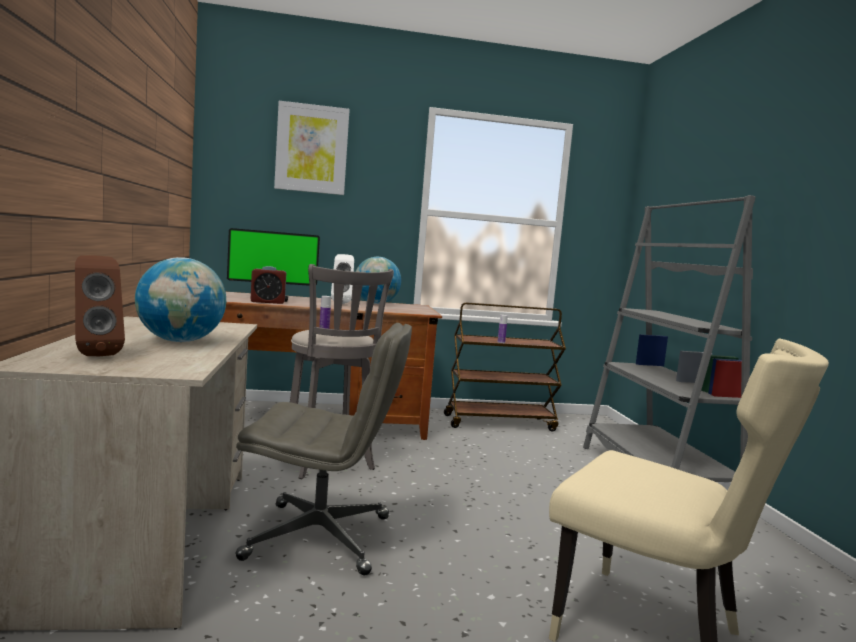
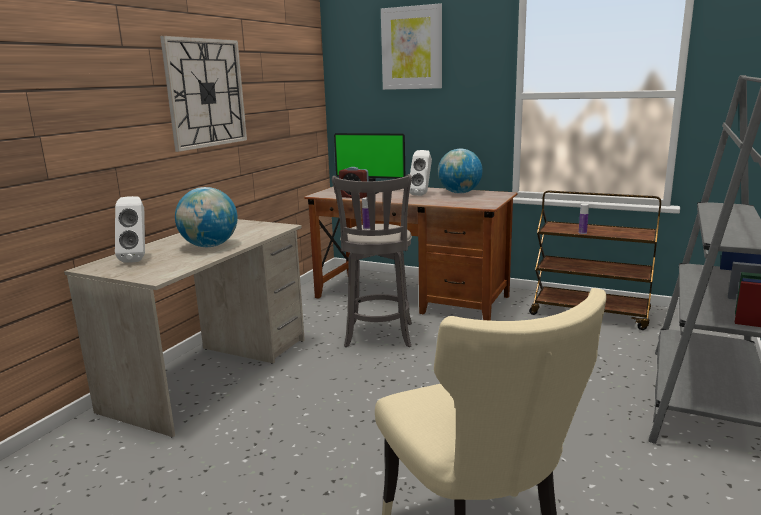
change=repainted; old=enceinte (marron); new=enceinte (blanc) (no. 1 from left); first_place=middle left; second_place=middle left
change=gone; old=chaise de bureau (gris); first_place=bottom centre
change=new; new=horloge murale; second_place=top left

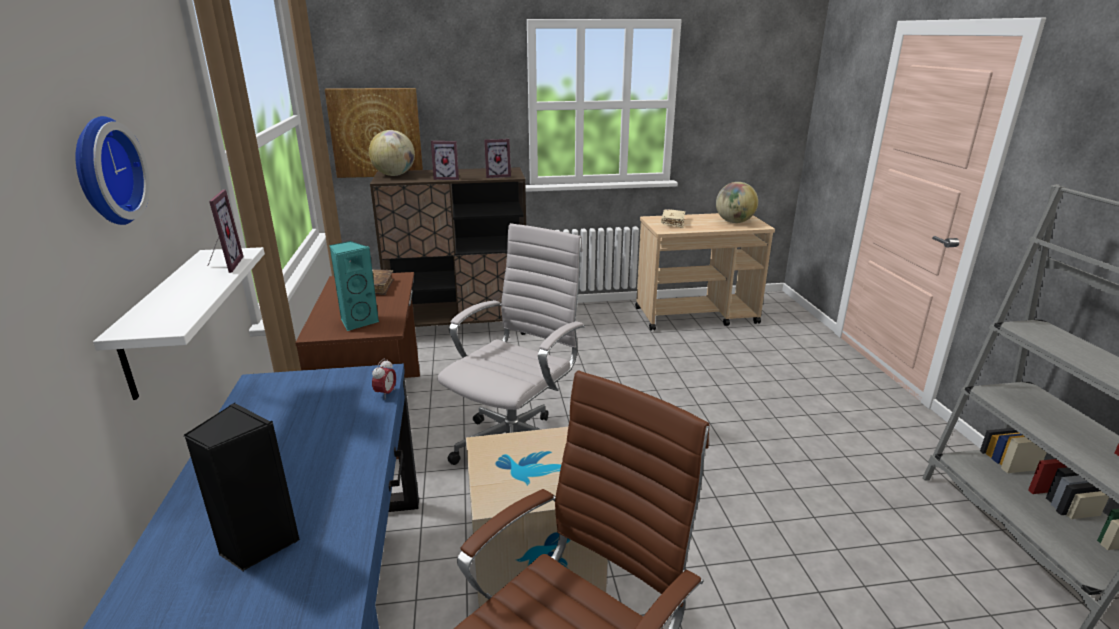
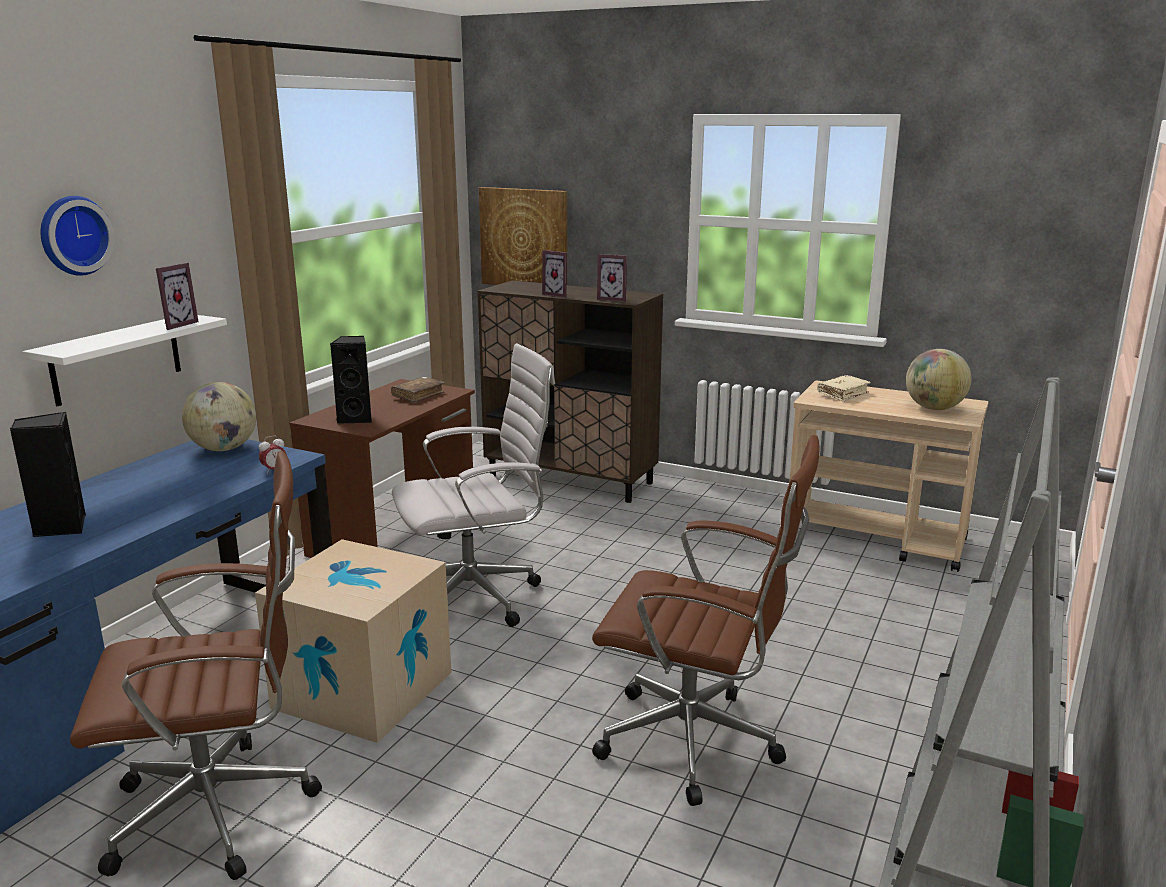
change=repainted; old=enceinte (turquoise); new=enceinte (noir) (no. 2 from left); first_place=middle left; second_place=middle left
change=shifted; old=globe (no. 1 from left); first_place=top centre; second_place=middle left
change=new; new=chaise de bureau (marron) (no. 2 from left); second_place=bottom centre

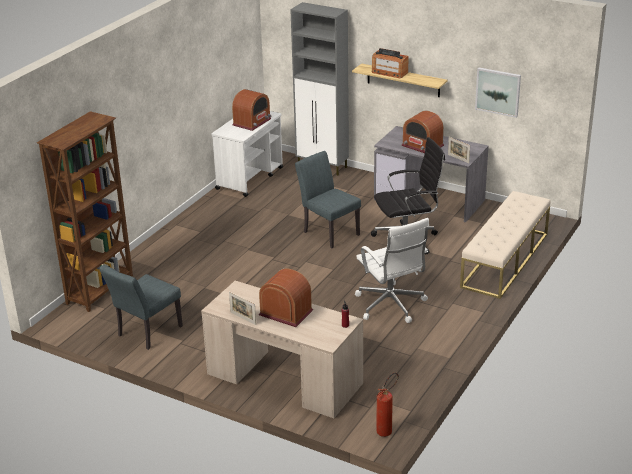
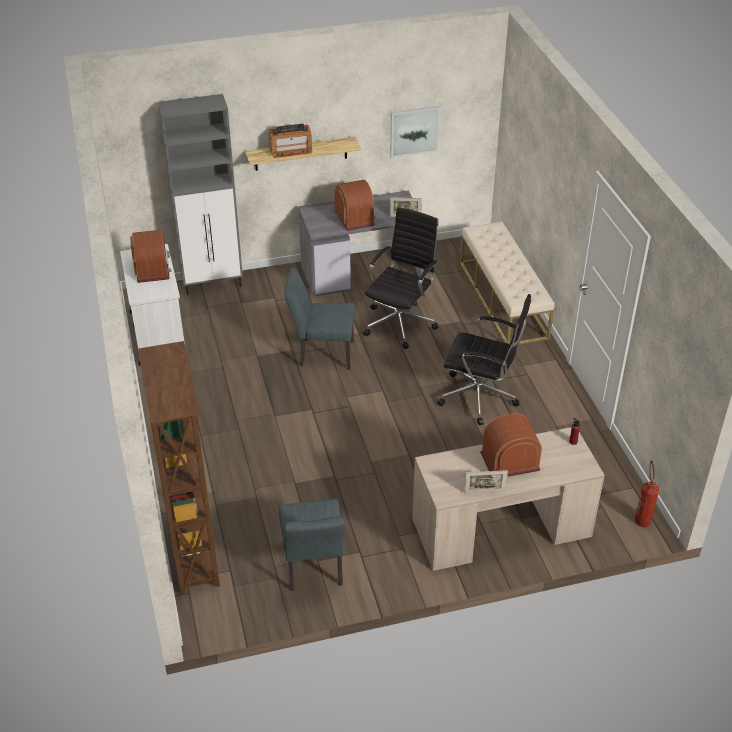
change=repainted; old=chaise de bureau (blanc); new=chaise de bureau (noir) (no. 2 from left); first_place=centre; second_place=centre
change=rotated; old=radio (no. 4 from left in the first image); first_place=top right; second_place=top centre; degrees=-105

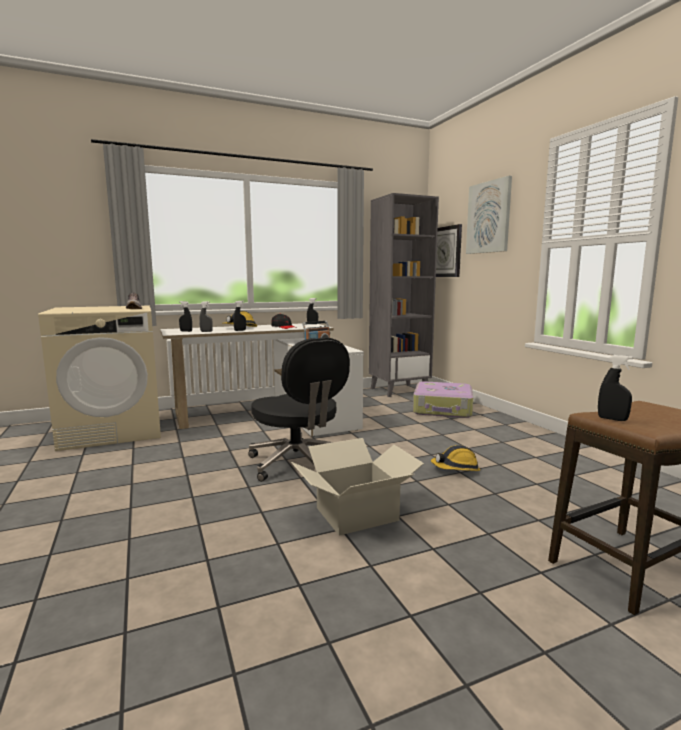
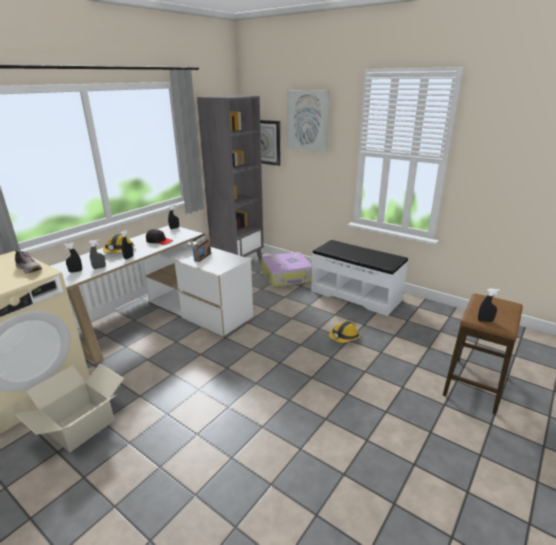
change=gone; old=chaise de bureau (noir); first_place=centre
change=shifted; old=carton; first_place=bottom centre; second_place=bottom left
change=new; new=banc (blanc); second_place=centre

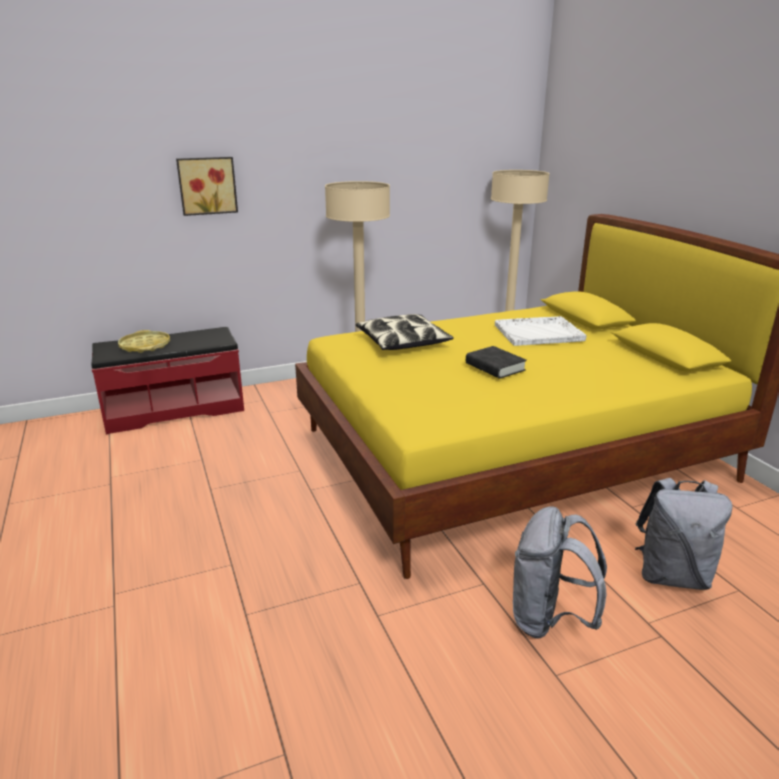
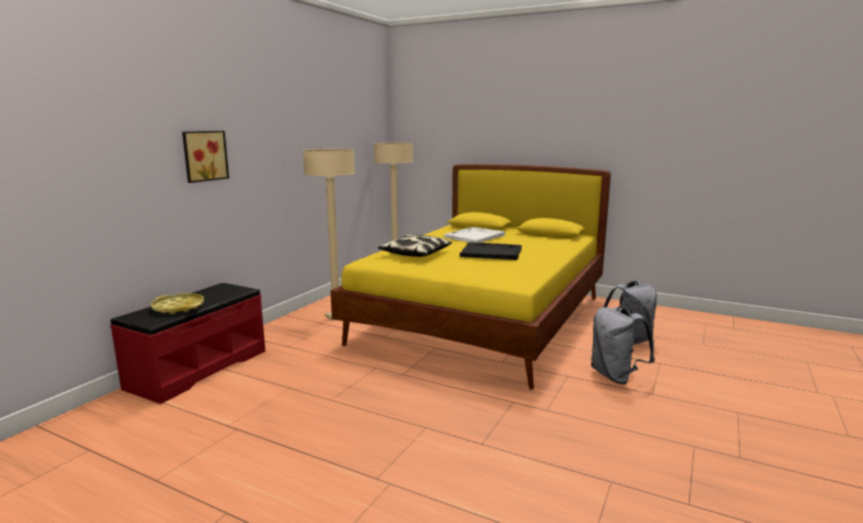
change=swapped; old=livre (noir); new=plateau (noir); first_place=centre; second_place=centre

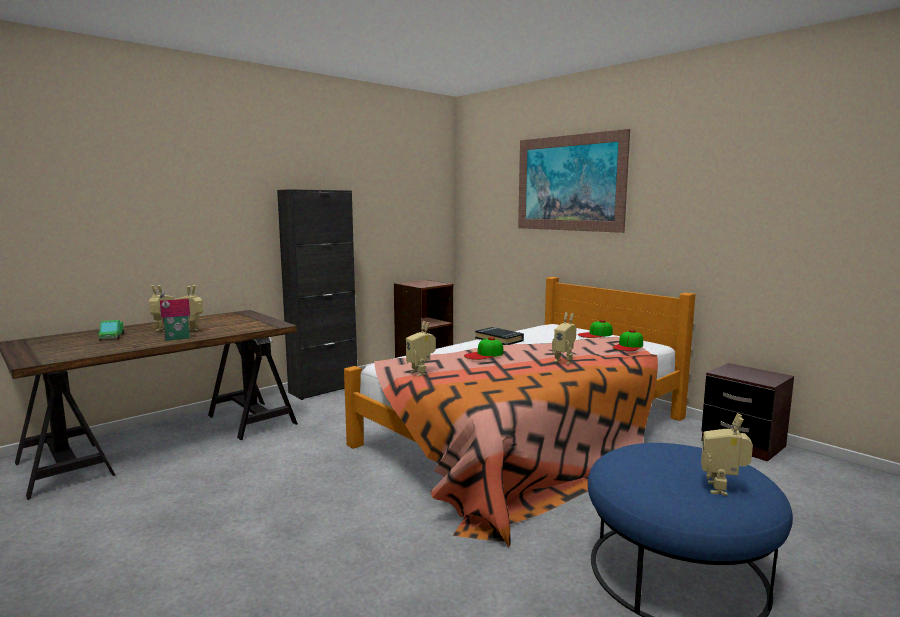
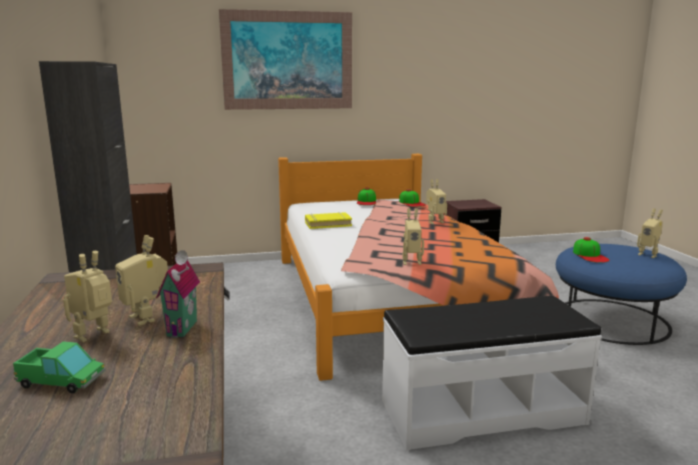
change=shifted; old=casquette (no. 1 from left in the first image); new=casquette (no. 3 from left); first_place=centre; second_place=middle right
change=repainted; old=livre (noir); new=livre (jaune); first_place=centre; second_place=centre
change=new; new=banc (blanc); second_place=bottom right

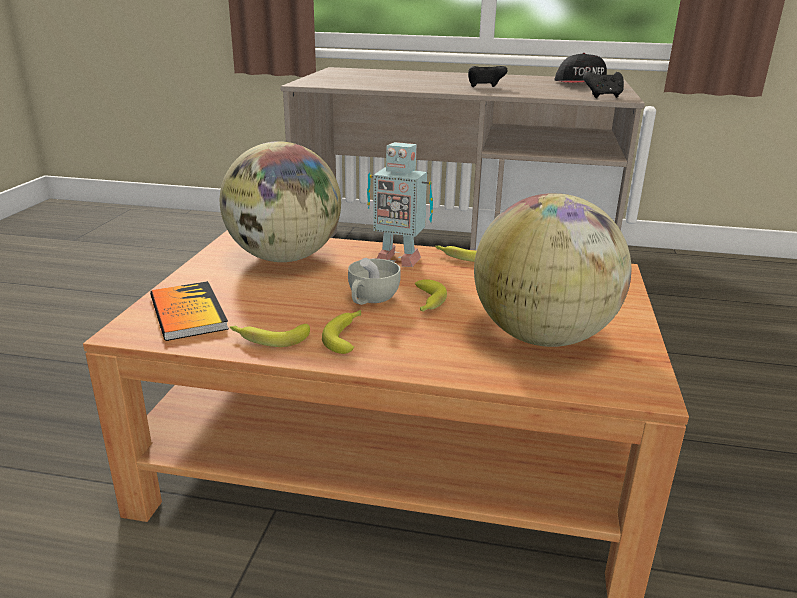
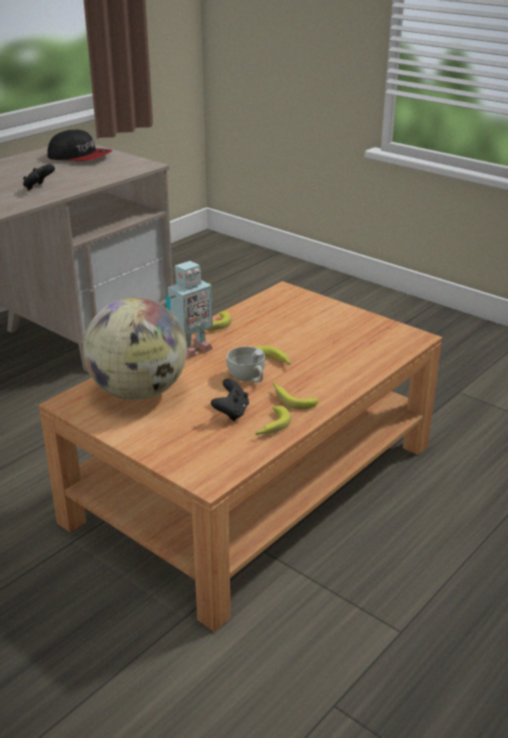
change=gone; old=livre; first_place=middle left
change=gone; old=globe (no. 2 from left); first_place=middle right
change=shifted; old=manette (noir) (no. 2 from left); first_place=top right; second_place=centre

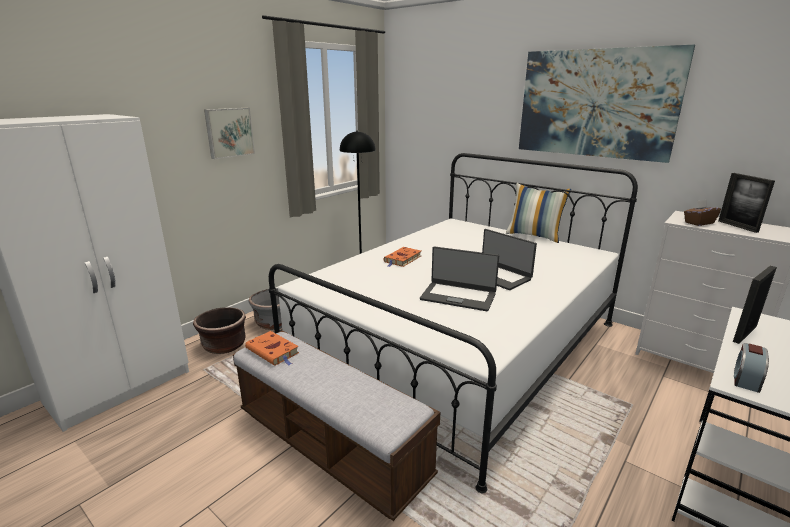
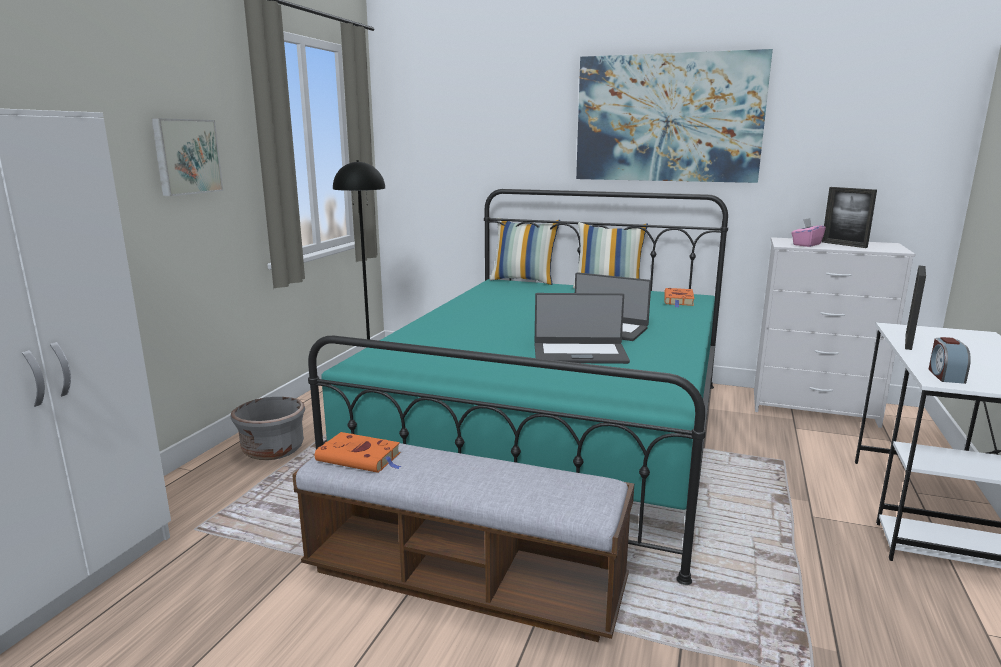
change=gone; old=cache-pot (marron); first_place=middle left
change=repainted; old=lit (blanc); new=lit (turquoise); first_place=centre; second_place=centre
change=shifted; old=livre (orange) (no. 2 from left); first_place=centre; second_place=middle right
change=repainted; old=boîte à mouchoirs (marron); new=boîte à mouchoirs (rose); first_place=middle right; second_place=middle right
change=new; new=coussin (no. 1 from left); second_place=centre

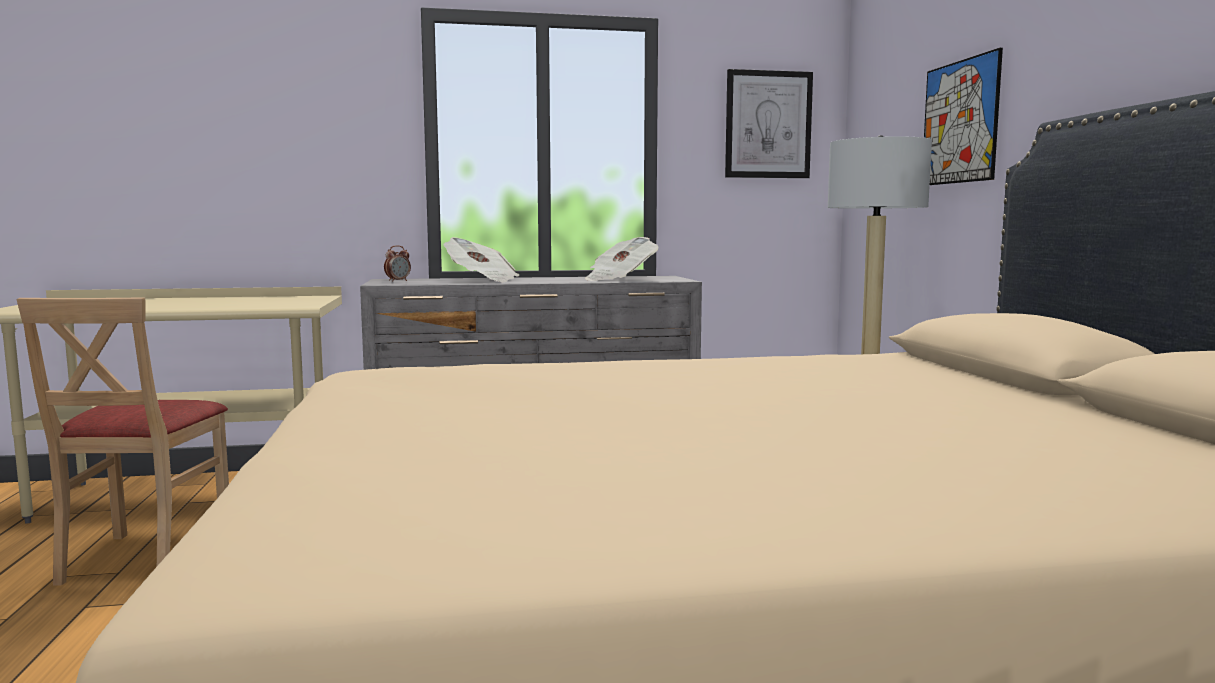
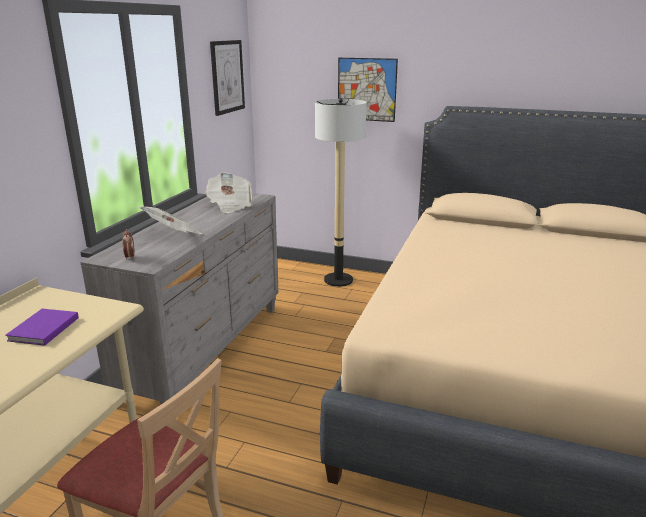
change=new; new=livre (violet); second_place=middle left

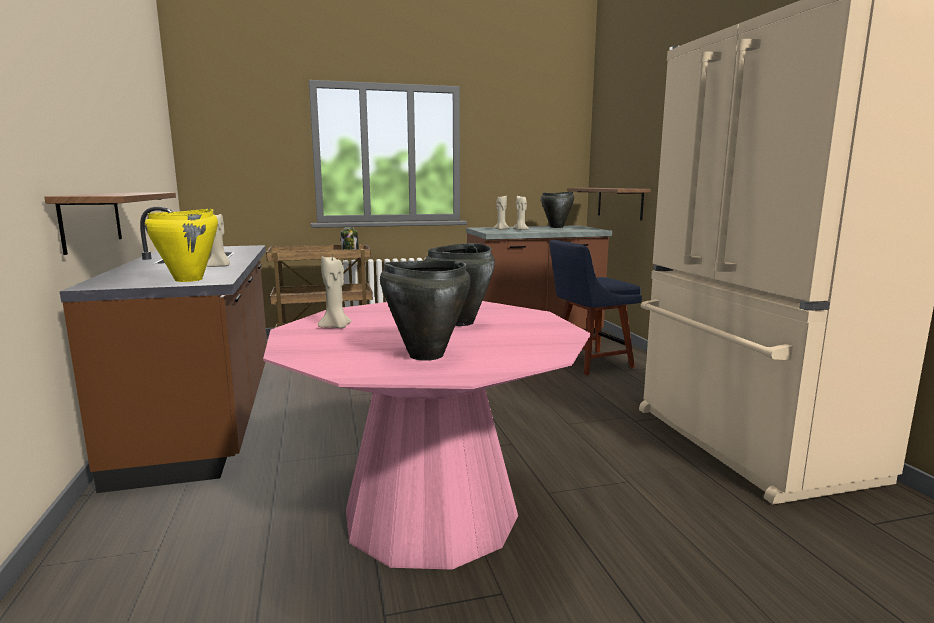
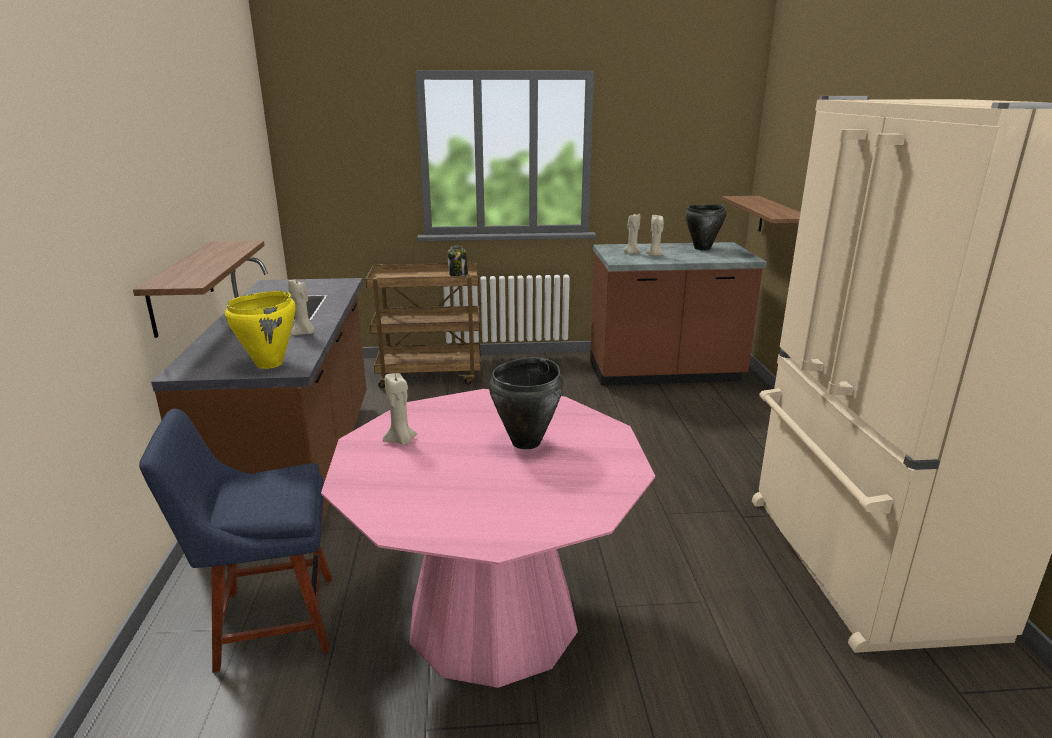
change=gone; old=marmite (noir) (no. 1 from left); first_place=centre
change=shifted; old=chaise (bleu); first_place=centre; second_place=bottom left

